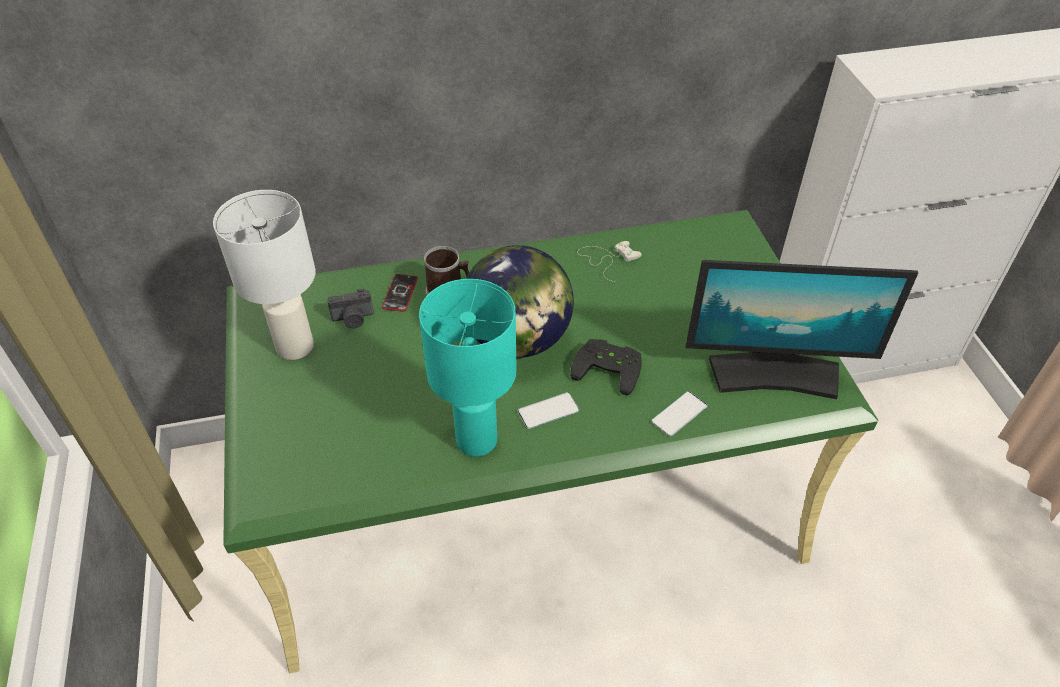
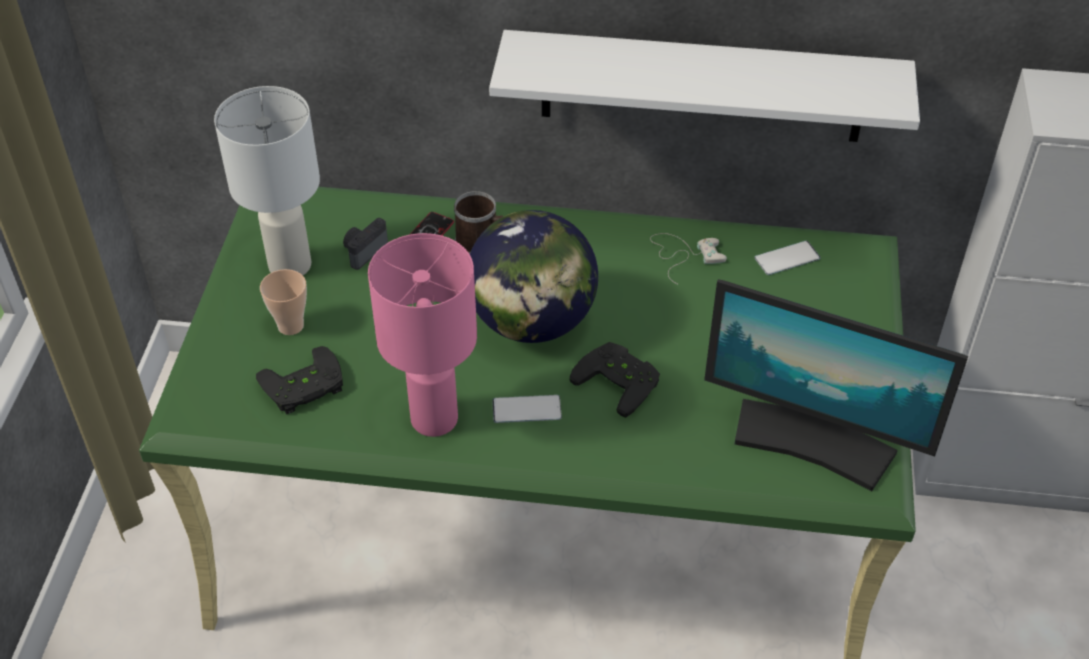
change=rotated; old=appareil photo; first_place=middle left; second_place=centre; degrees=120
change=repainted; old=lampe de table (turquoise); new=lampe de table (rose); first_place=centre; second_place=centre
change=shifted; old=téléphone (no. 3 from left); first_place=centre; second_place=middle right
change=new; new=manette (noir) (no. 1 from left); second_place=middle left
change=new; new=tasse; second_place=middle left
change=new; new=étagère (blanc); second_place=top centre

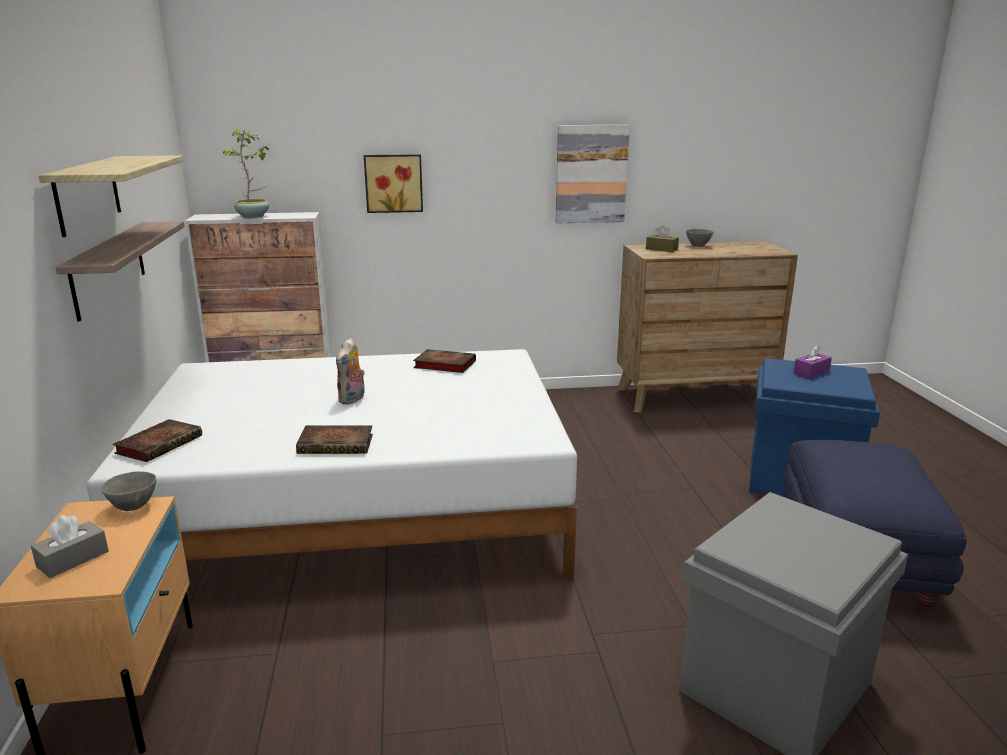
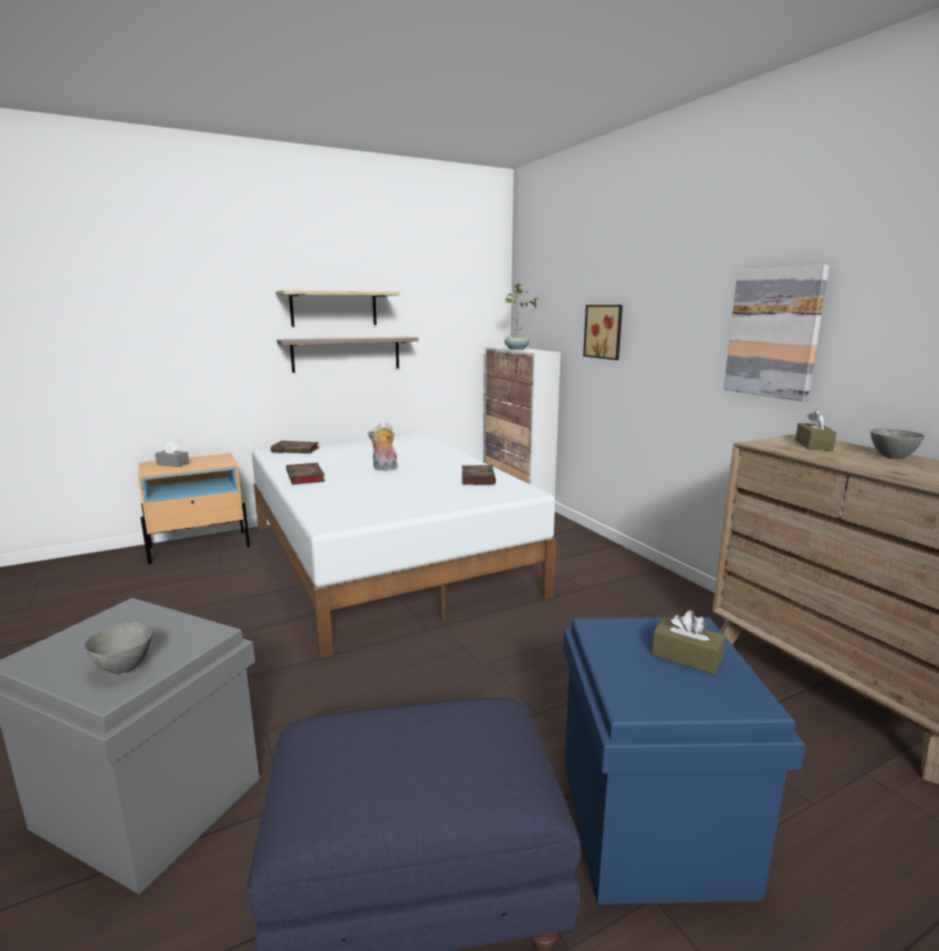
change=shifted; old=bol (gris) (no. 1 from left); first_place=middle left; second_place=bottom left
change=repainted; old=boîte à mouchoirs (violet); new=boîte à mouchoirs (marron) (no. 1 from left); first_place=middle right; second_place=bottom right

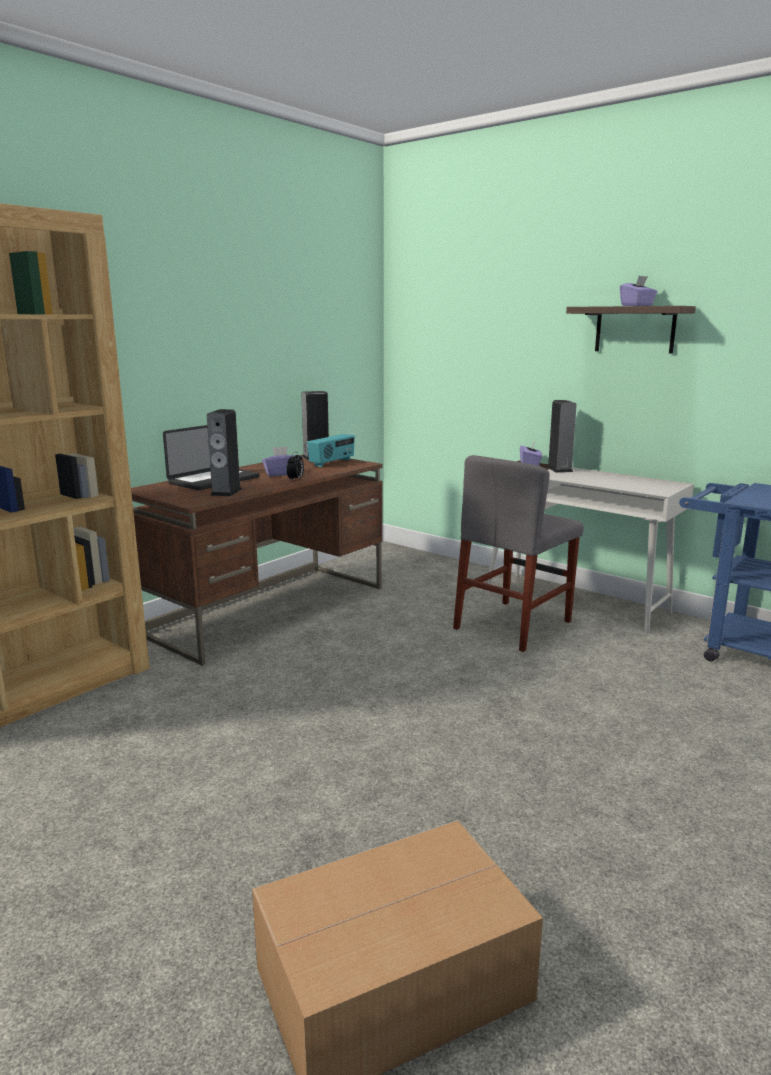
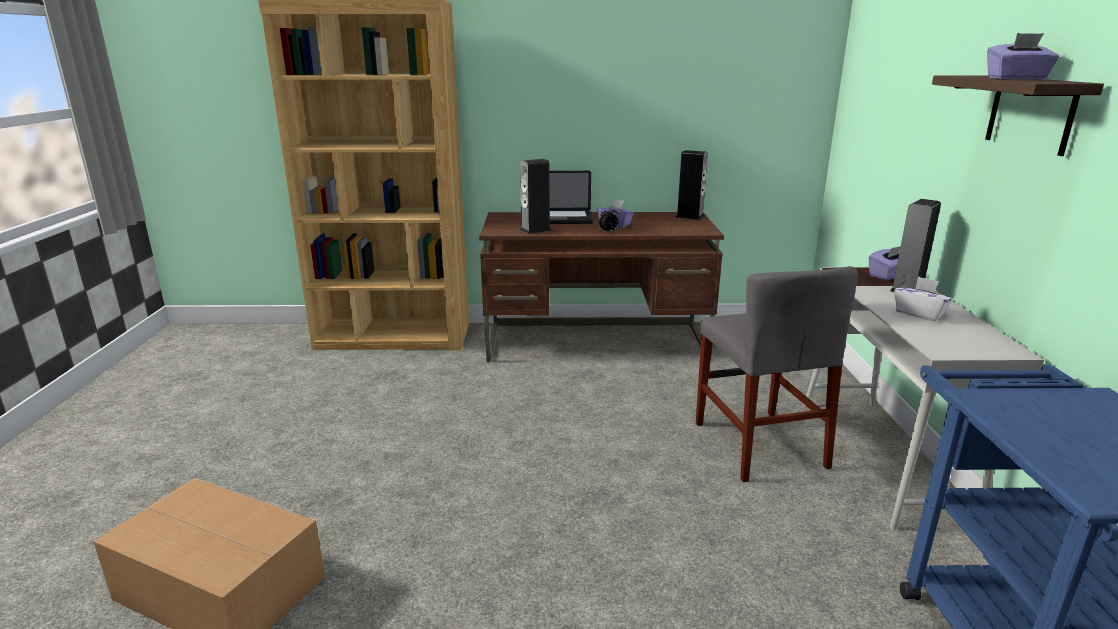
change=gone; old=radio; first_place=centre
change=rotated; old=chaise (gris); first_place=middle right; second_place=middle right; degrees=-105
change=new; new=boîte à mouchoirs (blanc); second_place=middle right

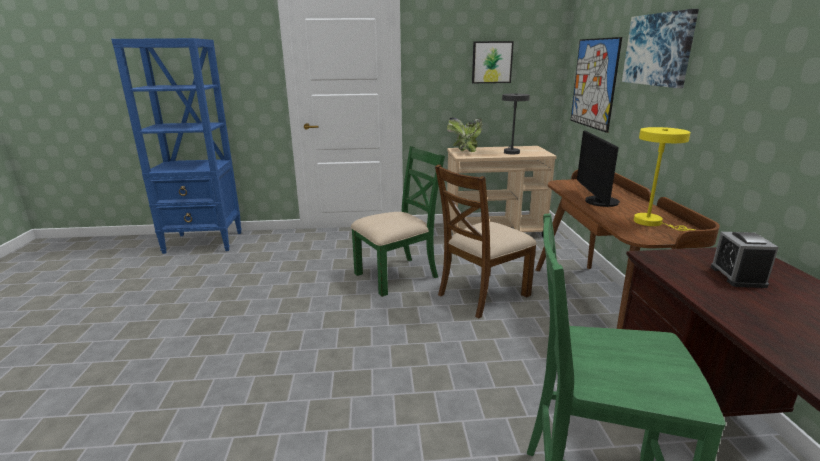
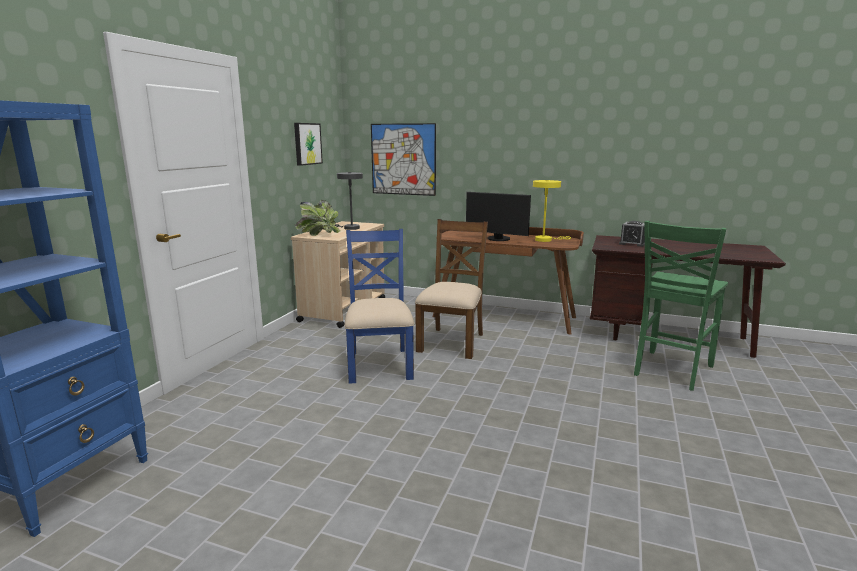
change=repainted; old=chaise (vert) (no. 1 from left); new=chaise (bleu); first_place=centre; second_place=centre
change=rotated; old=chaise (marron); first_place=centre; second_place=centre; degrees=-150
change=gone; old=tableau (no. 3 from left); first_place=top right

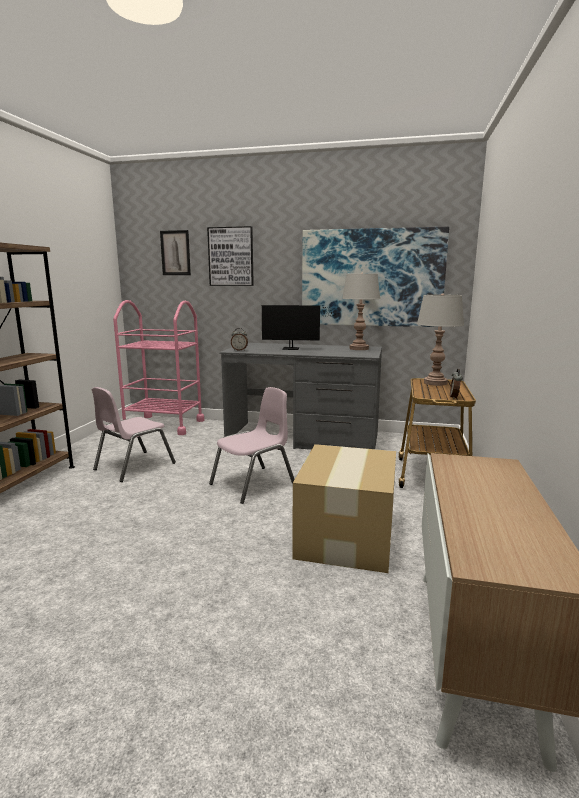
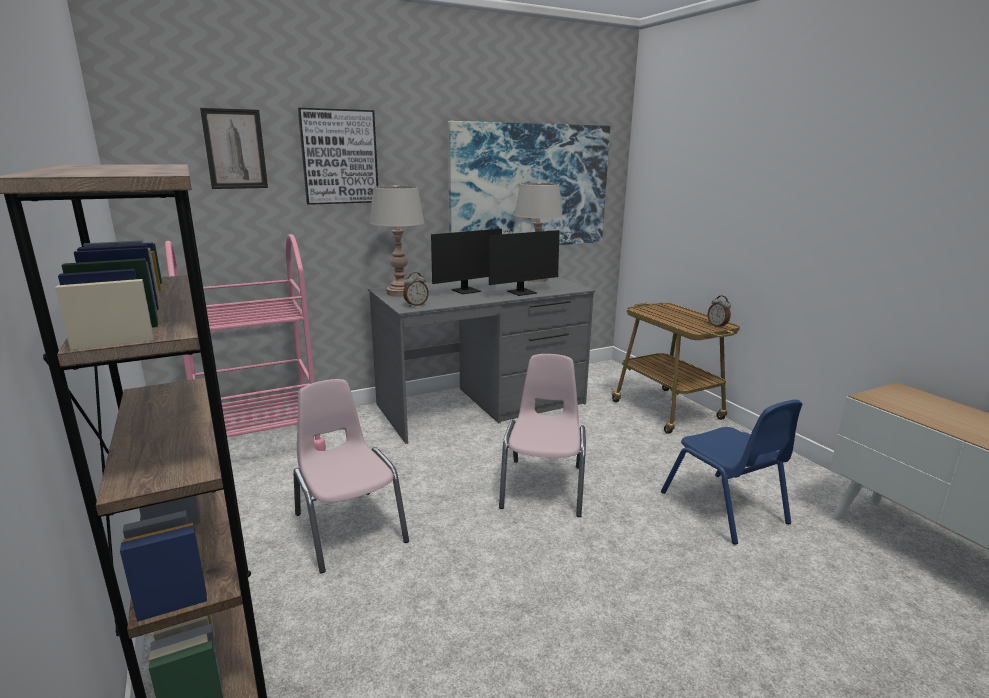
change=rotated; old=chaise (rose) (no. 1 from left); first_place=middle left; second_place=bottom centre; degrees=150
change=swapped; old=carton; new=chaise (bleu); first_place=centre; second_place=bottom right
change=shifted; old=lampe de table (gris) (no. 2 from left in the first image); new=lampe de table (gris) (no. 1 from left); first_place=middle right; second_place=centre
change=new; new=écran d'ordinateur (no. 2 from left); second_place=centre

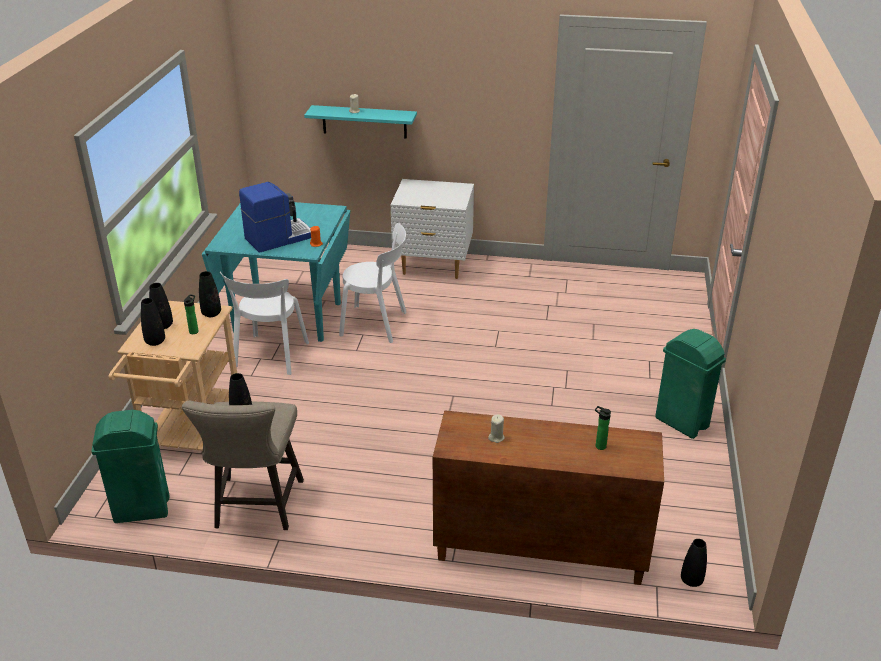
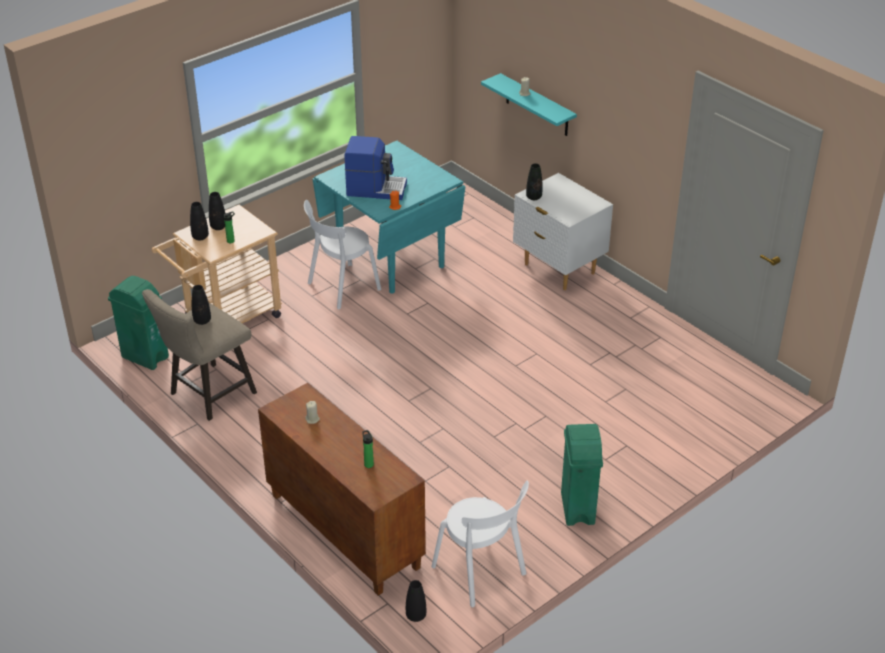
change=shifted; old=vase (noir) (no. 3 from left in the first image); new=vase (noir) (no. 5 from left); first_place=middle left; second_place=top centre
change=shifted; old=chaise (blanc) (no. 2 from left); first_place=centre; second_place=bottom centre

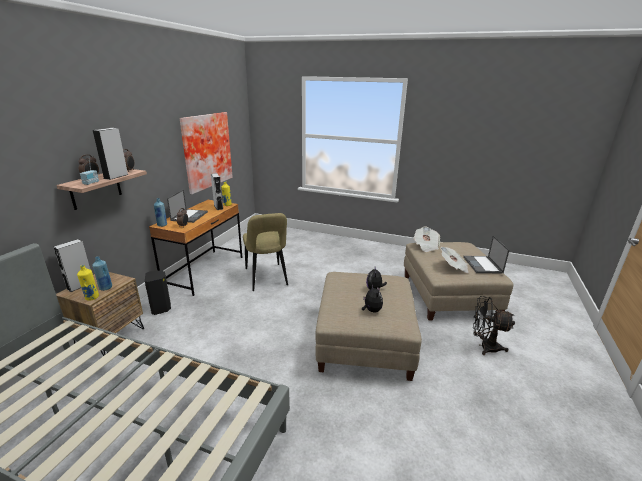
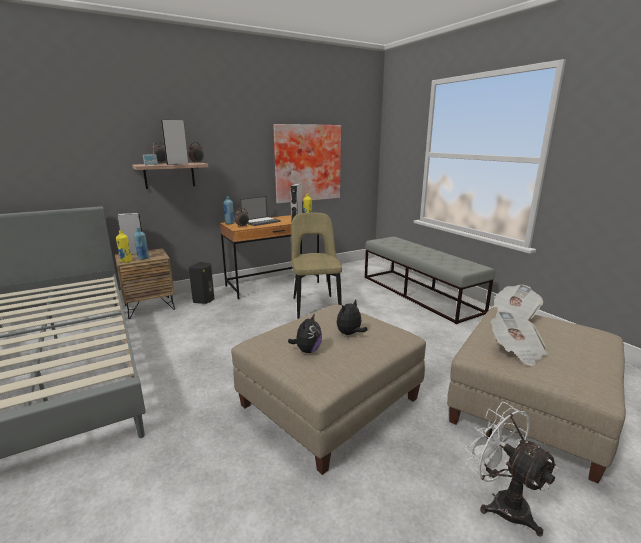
change=rotated; old=chaise (beige); first_place=centre; second_place=centre; degrees=150
change=gone; old=ordinateur portable (no. 2 from left); first_place=middle right
change=repainted; old=ventilateur (noir); new=ventilateur (blanc); first_place=bottom right; second_place=bottom right
change=new; new=banc (gris); second_place=middle right

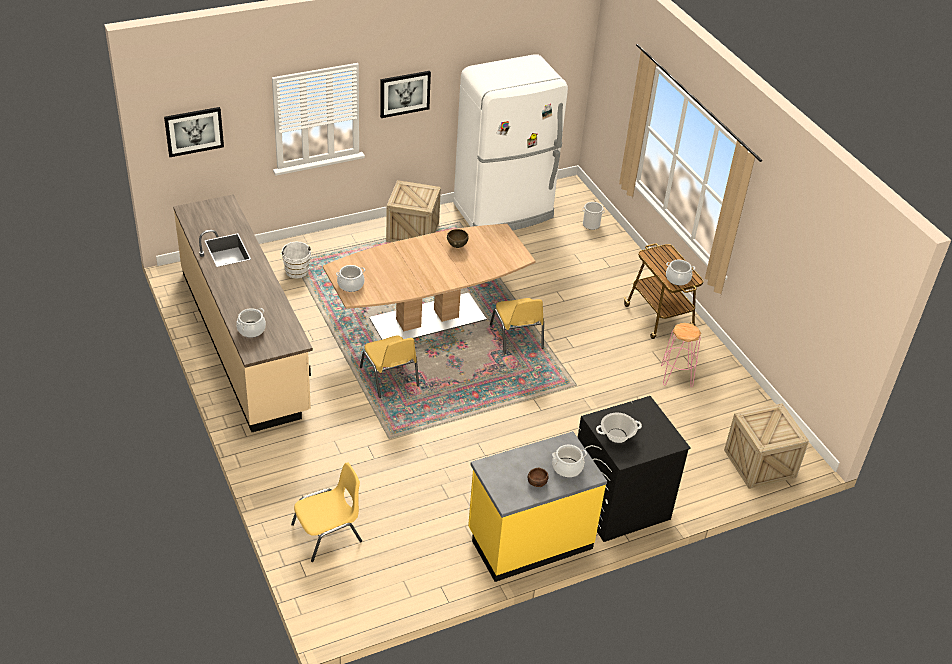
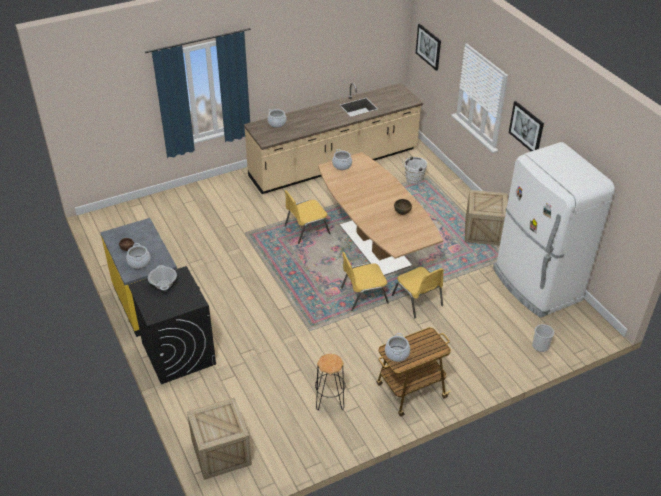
change=shifted; old=chaise (jaune) (no. 1 from left in the first image); new=chaise (jaune) (no. 3 from left); first_place=bottom centre; second_place=centre
change=repainted; old=tabouret (rose); new=tabouret (noir); first_place=middle right; second_place=bottom centre

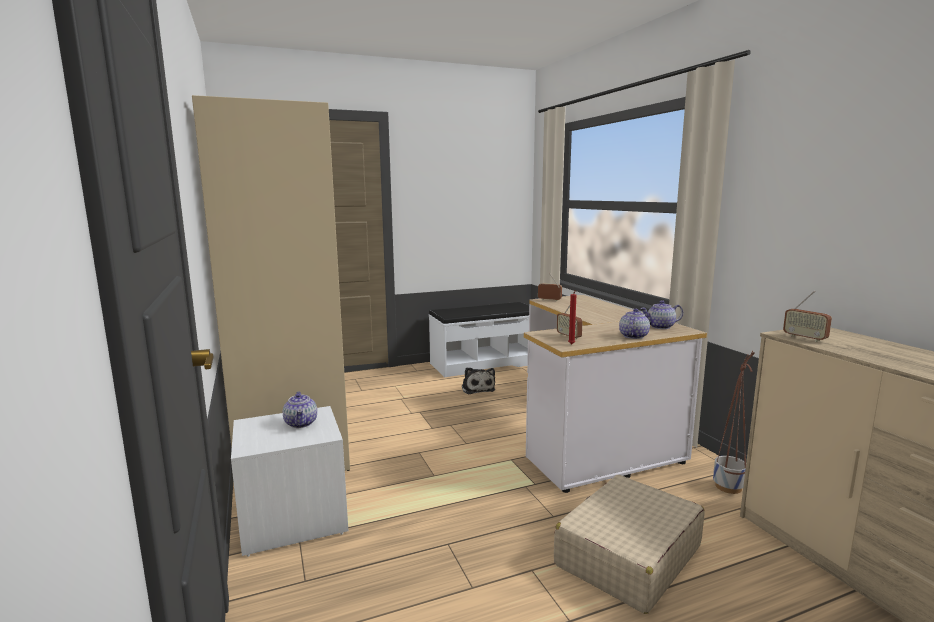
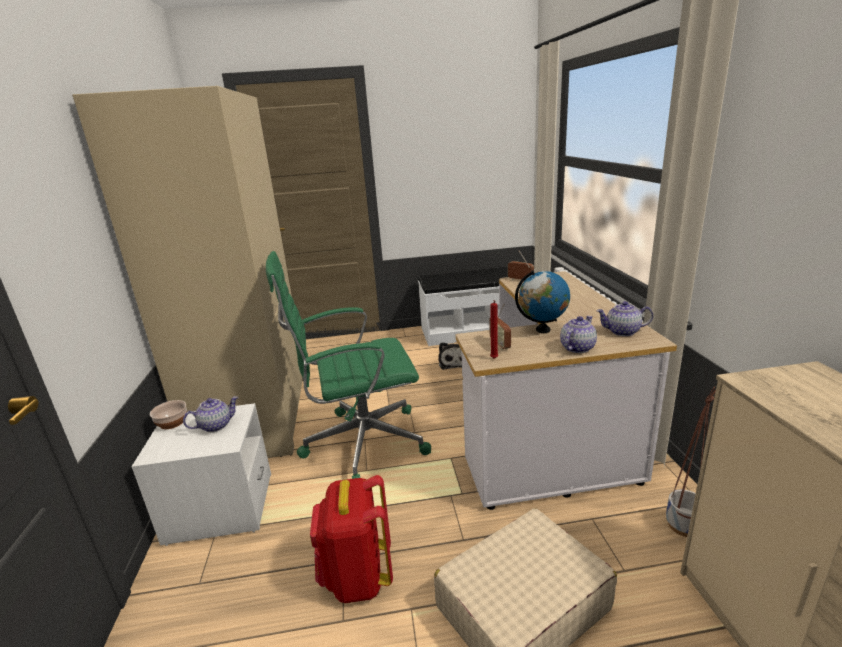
change=rotated; old=théière (no. 1 from left); first_place=middle left; second_place=middle left; degrees=-120
change=gone; old=radio (no. 3 from left); first_place=middle right
change=new; new=bol; second_place=middle left
change=new; new=chaise de bureau (vert); second_place=centre
change=new; new=sac à dos (rouge); second_place=bottom centre
change=new; new=globe; second_place=centre

